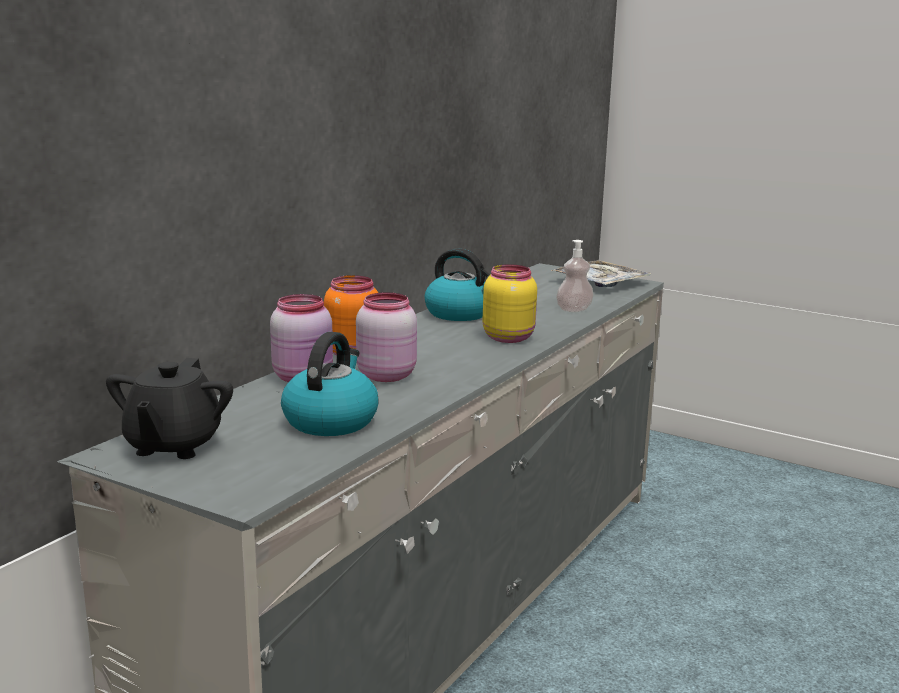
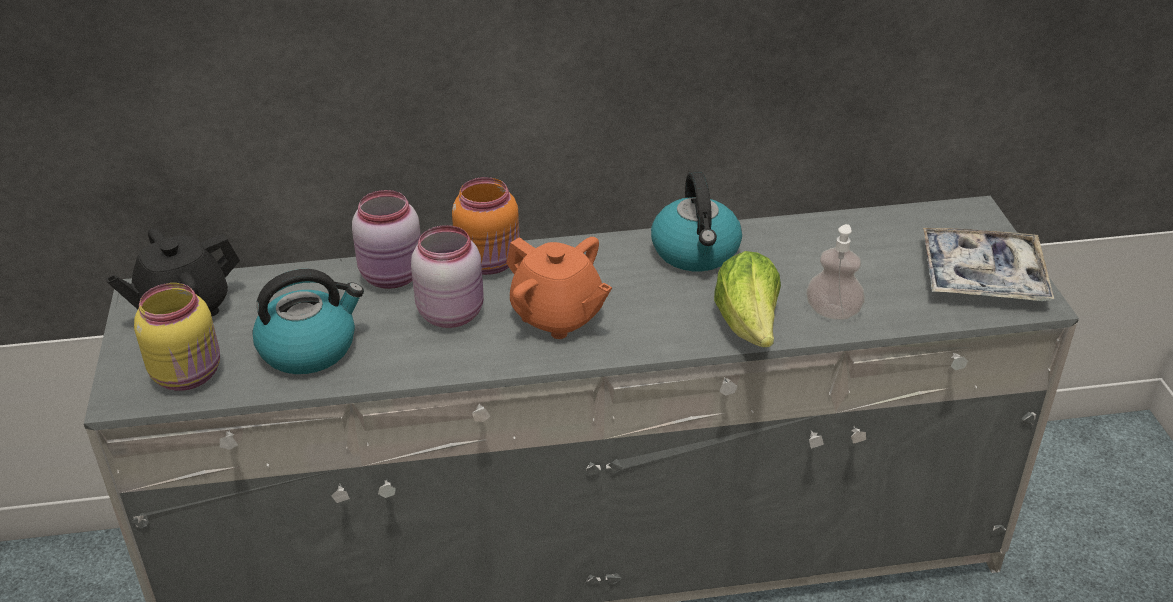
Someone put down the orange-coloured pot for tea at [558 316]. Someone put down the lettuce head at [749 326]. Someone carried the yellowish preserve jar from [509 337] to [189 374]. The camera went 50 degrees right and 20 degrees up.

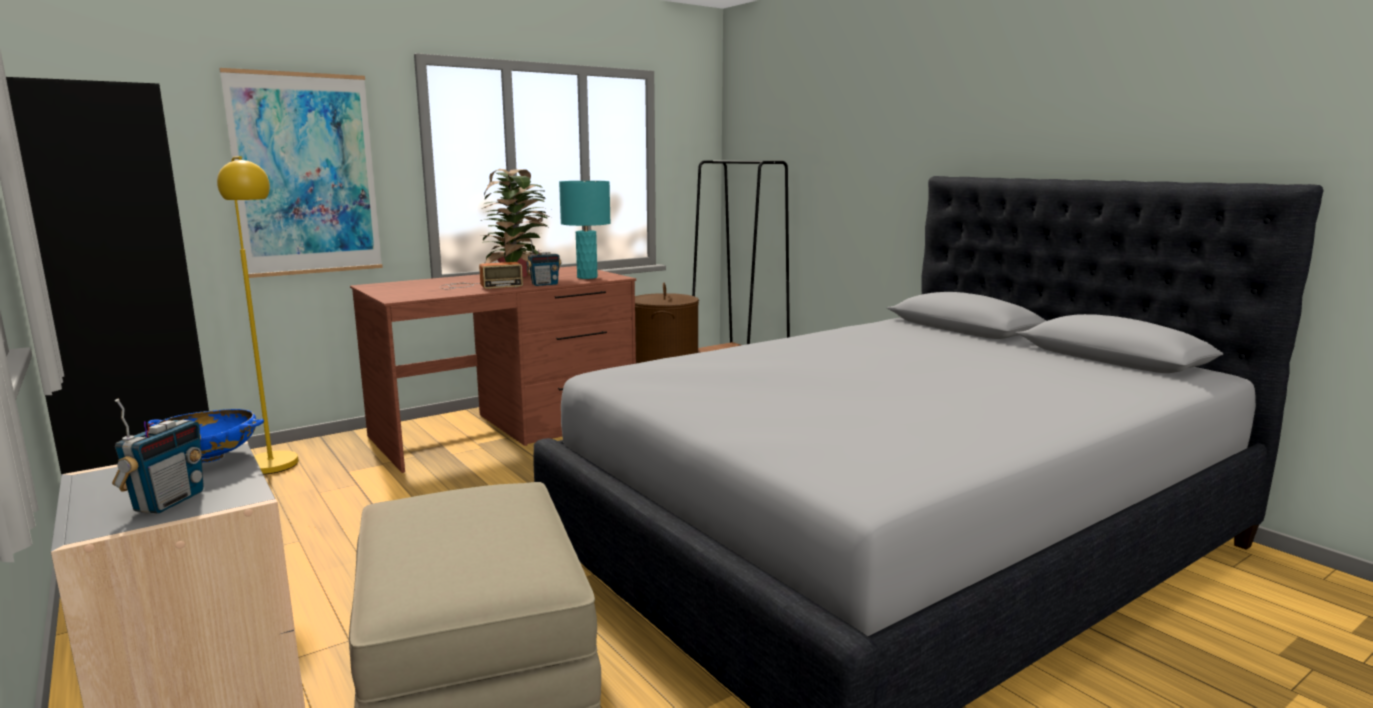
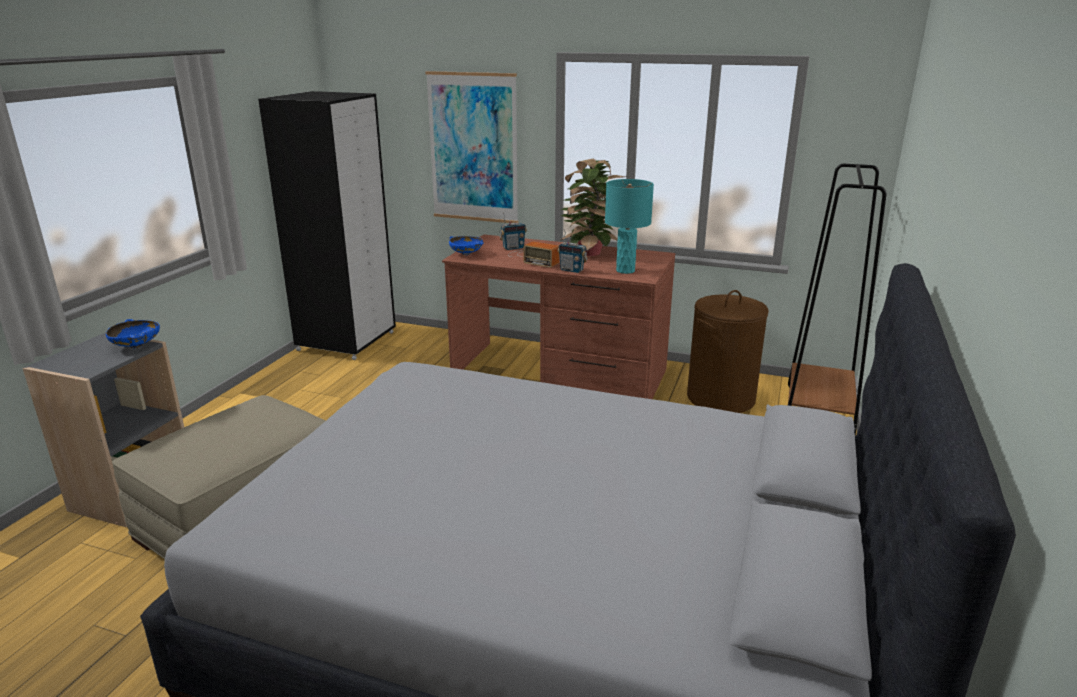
Someone took away the yellowish floor lamp at [276 470]. Someone put down the blue bowl at [466 253]. Someone carried the radio set from [168 502] to [513 248]. The camera went 55 degrees right and 10 degrees up.

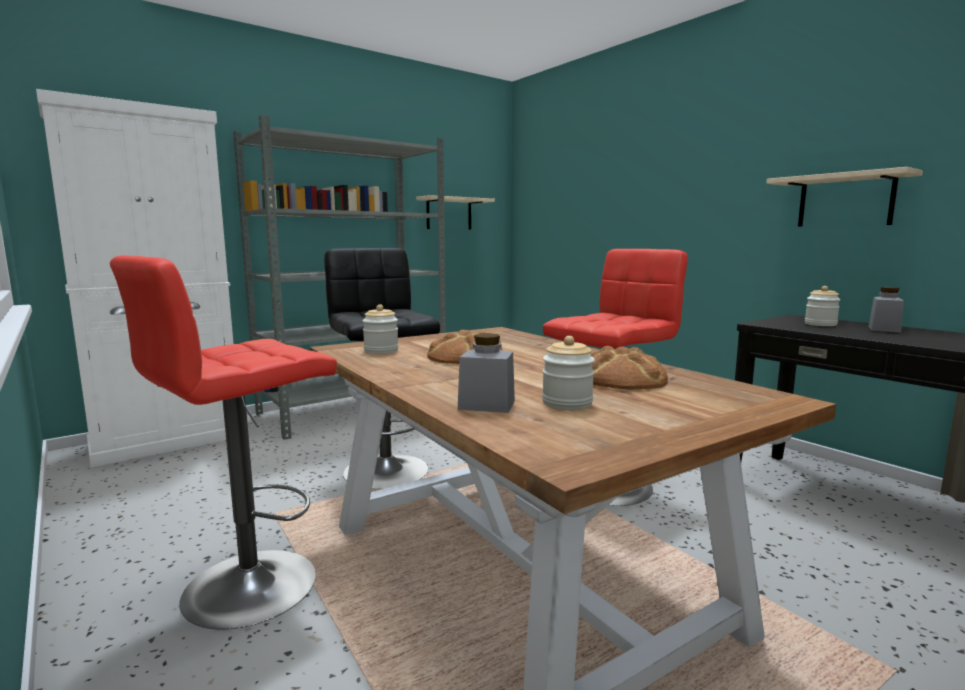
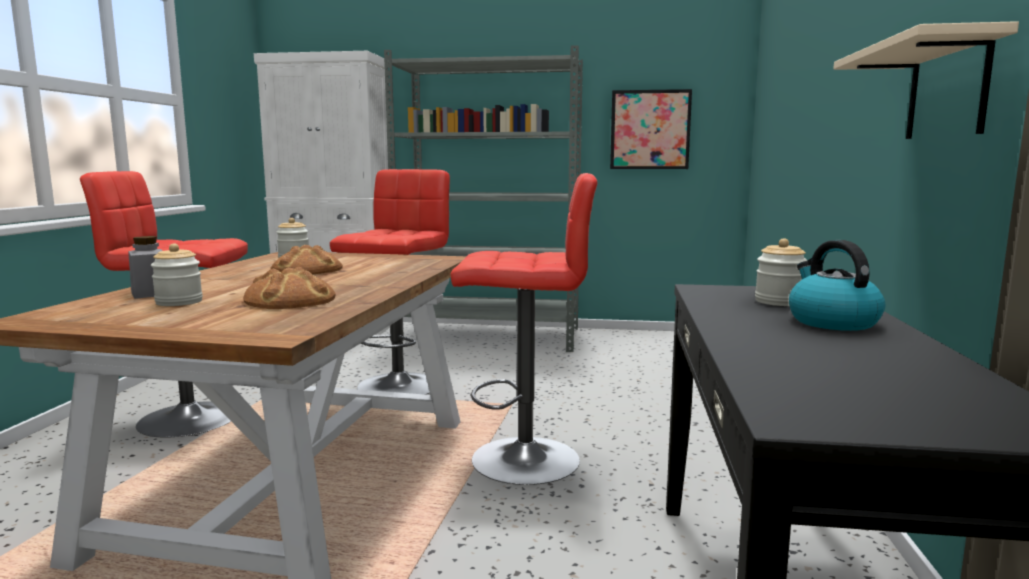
Someone swapped the beige-coloured wall shelf at [449 213] for the wall picture at [650 130]. Someone swapped the grey preserve jar at [884 329] for the tea kettle at [831 322]. Someone repainted the black sitting stool at [386 471], which became the red-coloured sitting stool at [399 386]. The camera went 45 degrees right and 0 degrees up.

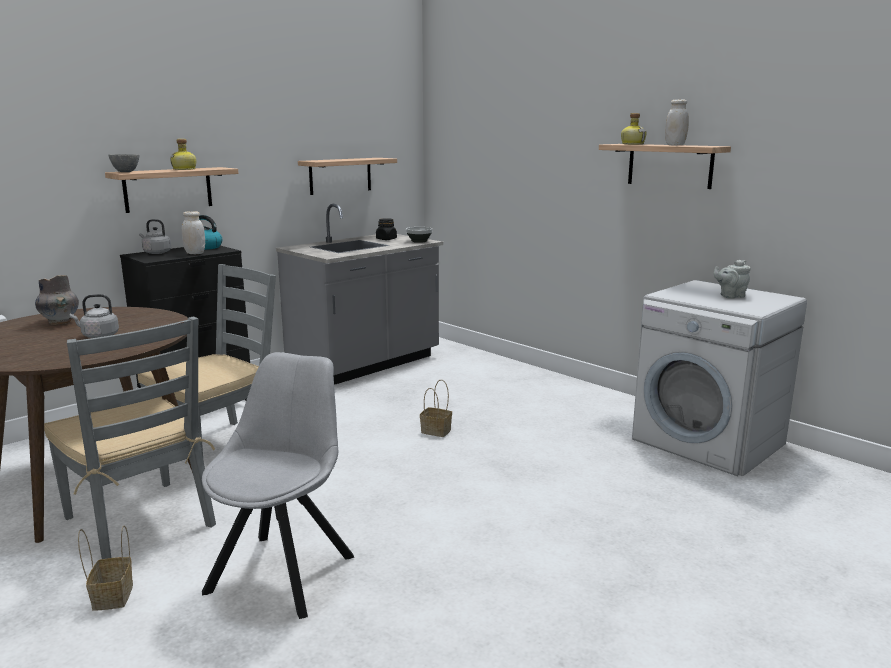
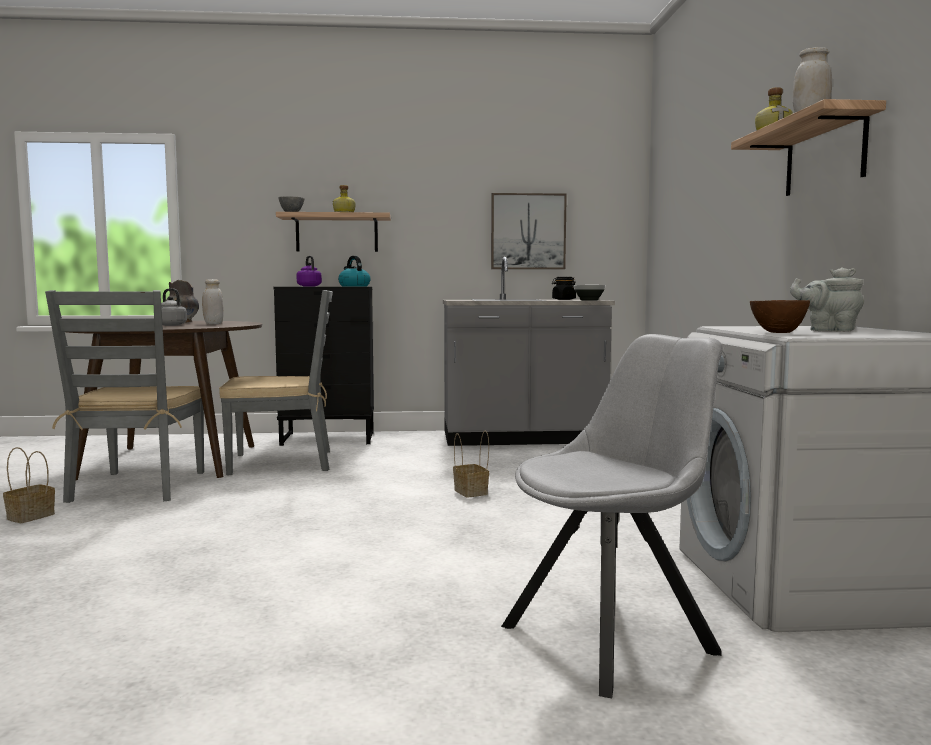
Someone put down the brownish bowl at [778 333]. Someone carried the whitish preserve jar from [195 253] to [213 324]. Someone carried the grey upright chair from [283 571] to [612 637]. Someone swapped the wall shelf at [340 175] for the wall picture at [528 231]. Someone repainted the grey tea kettle at [156 252], which became the purple tea kettle at [308 286]. The camera went 40 degrees right and 10 degrees down.

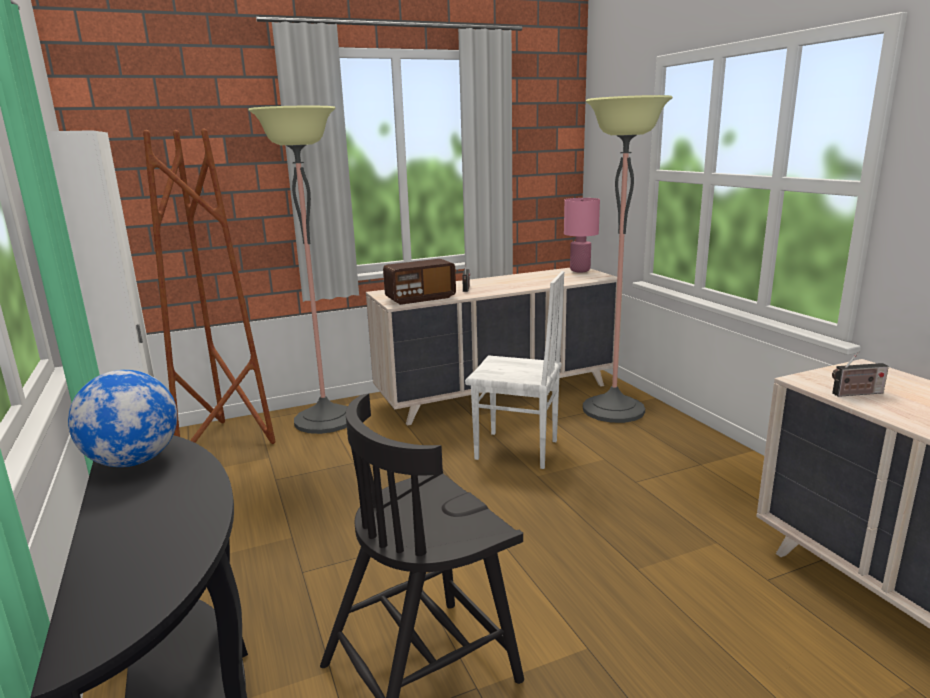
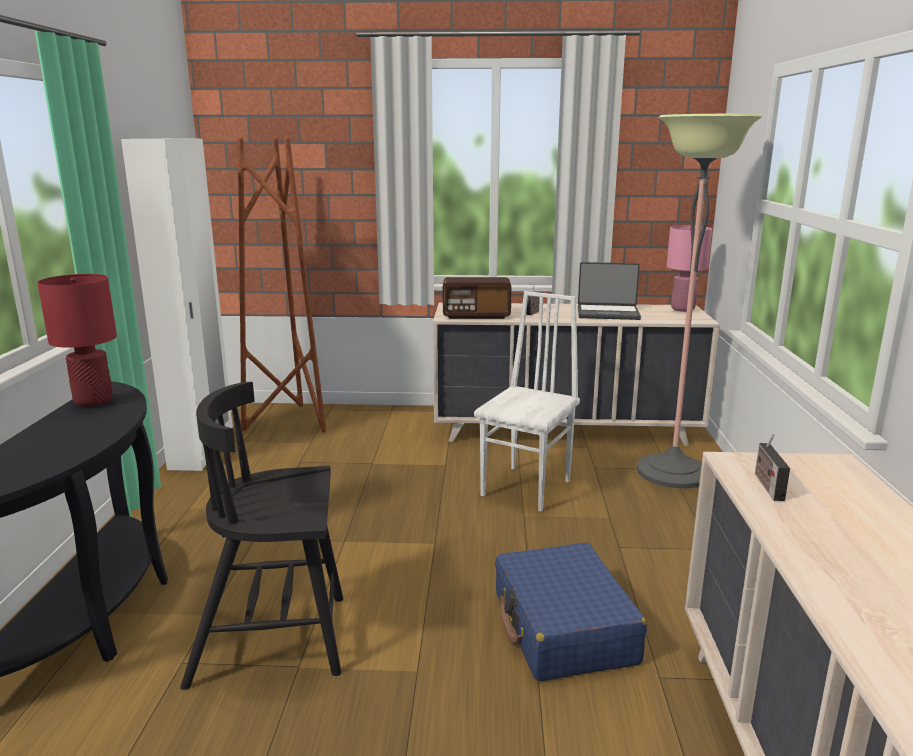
Someone took away the floor lamp at [325 420]. Someone put down the blue piece of luggage at [563 628]. Someone put down the portable computer at [608 313]. Someone swapped the world globe at [133 461] for the red-coloured table lamp at [94 403]. Someone rotated the whitish upright chair at [517 450] by 105 degrees counterclockwise. Someone rotated the radio set at [855 393] by 75 degrees clockwise. The camera went 25 degrees right and 0 degrees up.

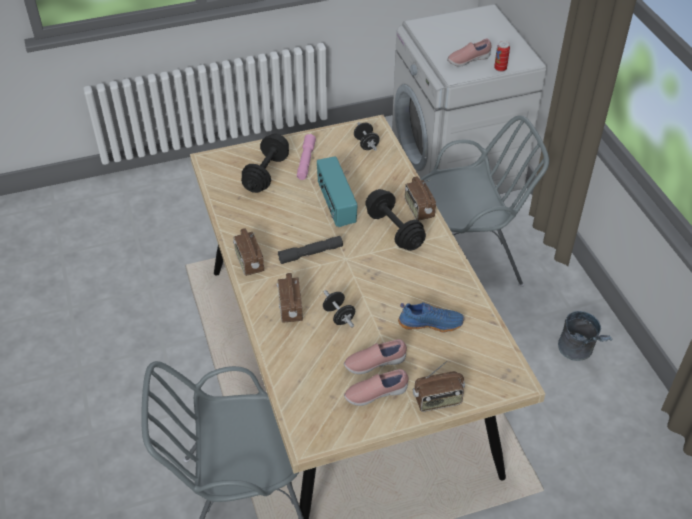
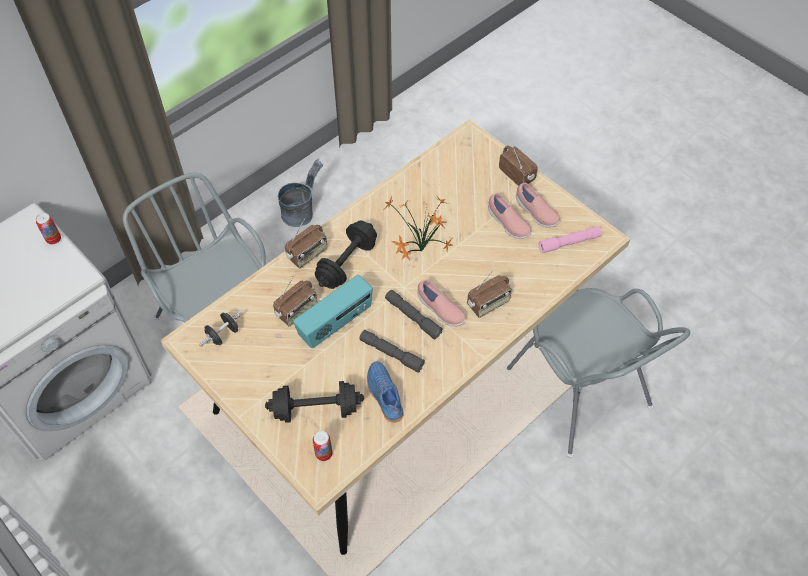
Someone took away the black hand weight at [339 316]. Someone put down the sealed can at [324 454]. Someone put down the grey torch at [391 353]. Someone put down the plant in a pot at [419 252]. Someone carried the radio set from [249 263] to [297 311]. Someone carried the pink-coloured torch from [306 161] to [569 243]. Someone carried the blue low shoe from [430 322] to [384 395]. Someone carried the pink-coloured low shoe from [468 60] to [440 310]. The camera went 115 degrees left and 10 degrees up.

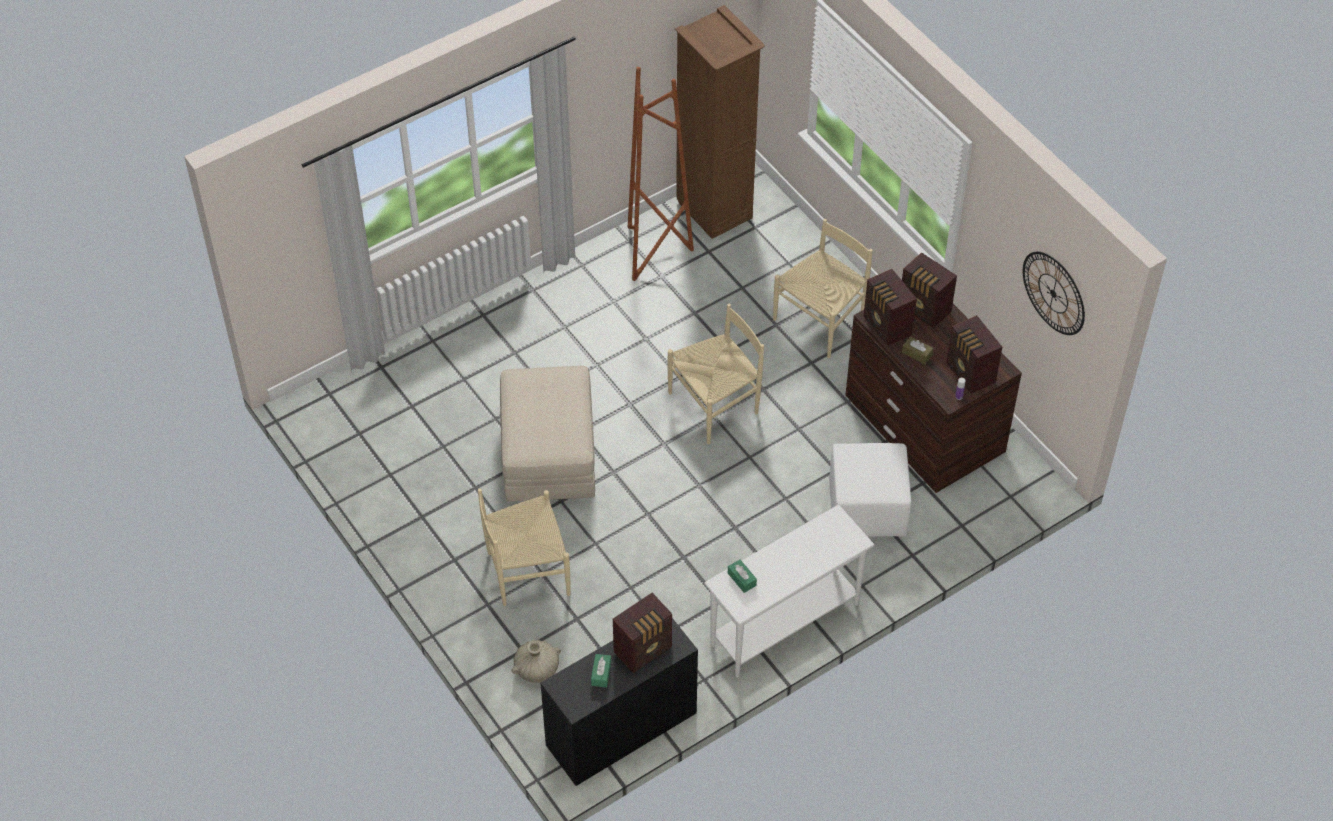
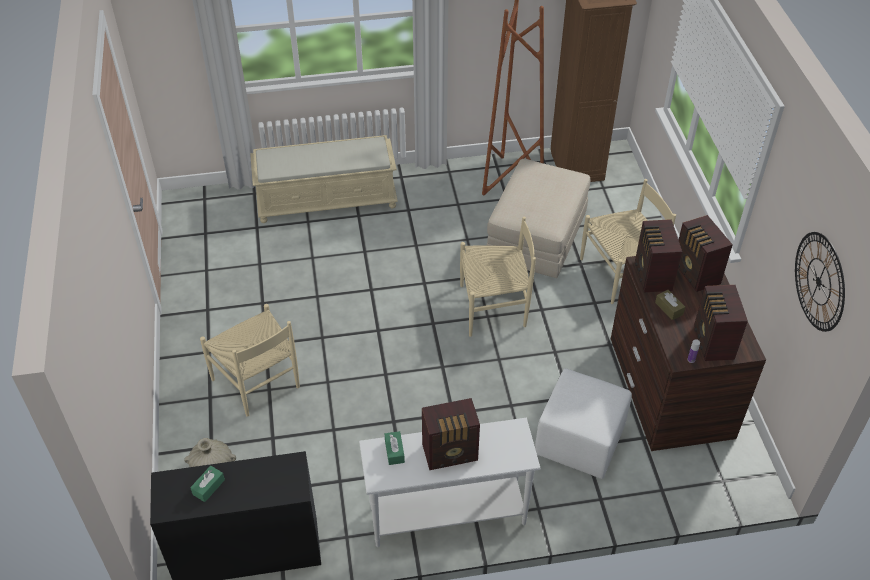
Someone put down the beige-coloured bench at [327 200]. Someone carried the beige-coloured footrest from [548 452] to [536 236]. Someone carried the radio set from [644 649] to [451 453]. Someone rotated the beige-coloured upright chair at [527 571] by 135 degrees counterclockwise. The camera went 25 degrees right and 5 degrees down.

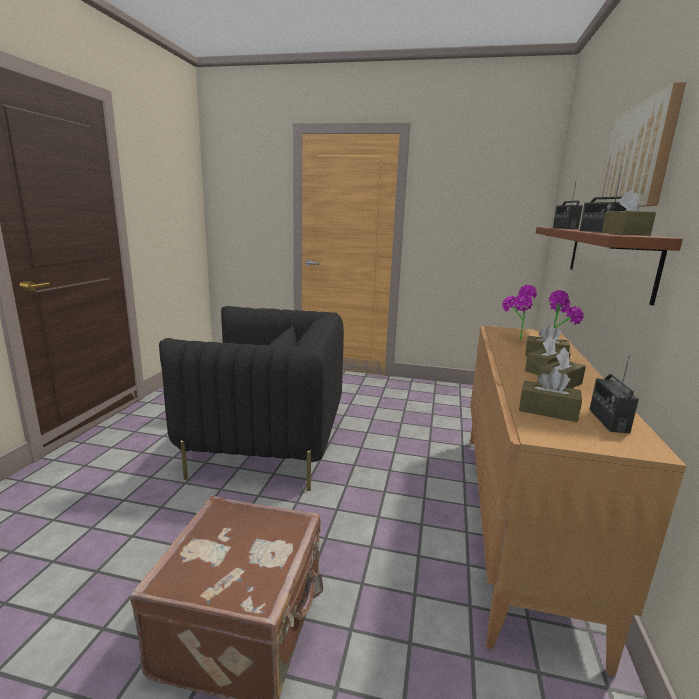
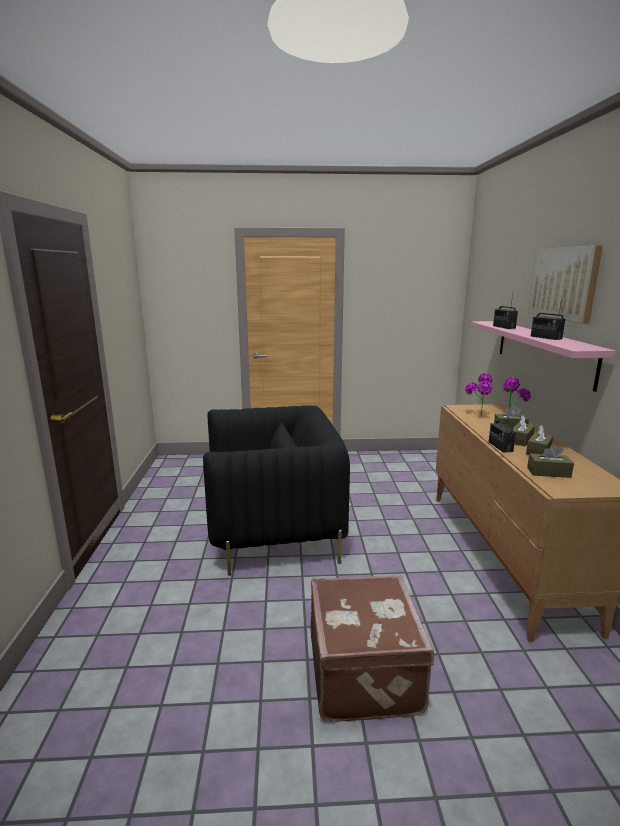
Someone took away the brownish tissue holder at [624 234]. Someone carried the radio set from [608 420] to [500 447]. Someone repainted the brownish wall shelf at [607 257], which became the pink-coloured wall shelf at [542 351]. The camera went 15 degrees left and 0 degrees up.

